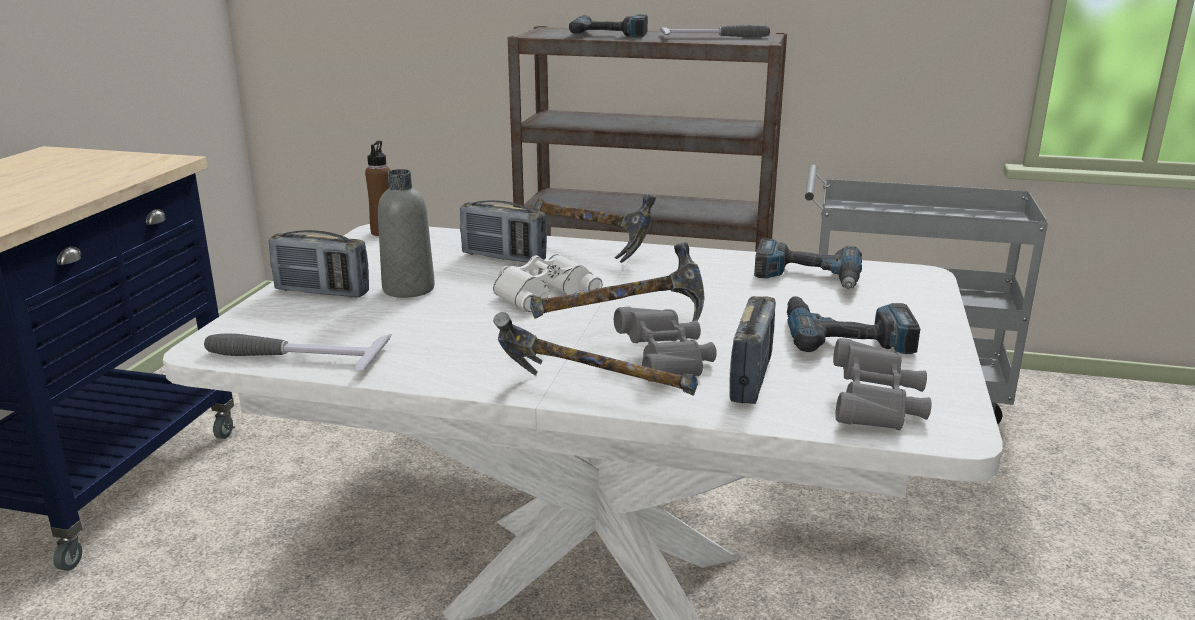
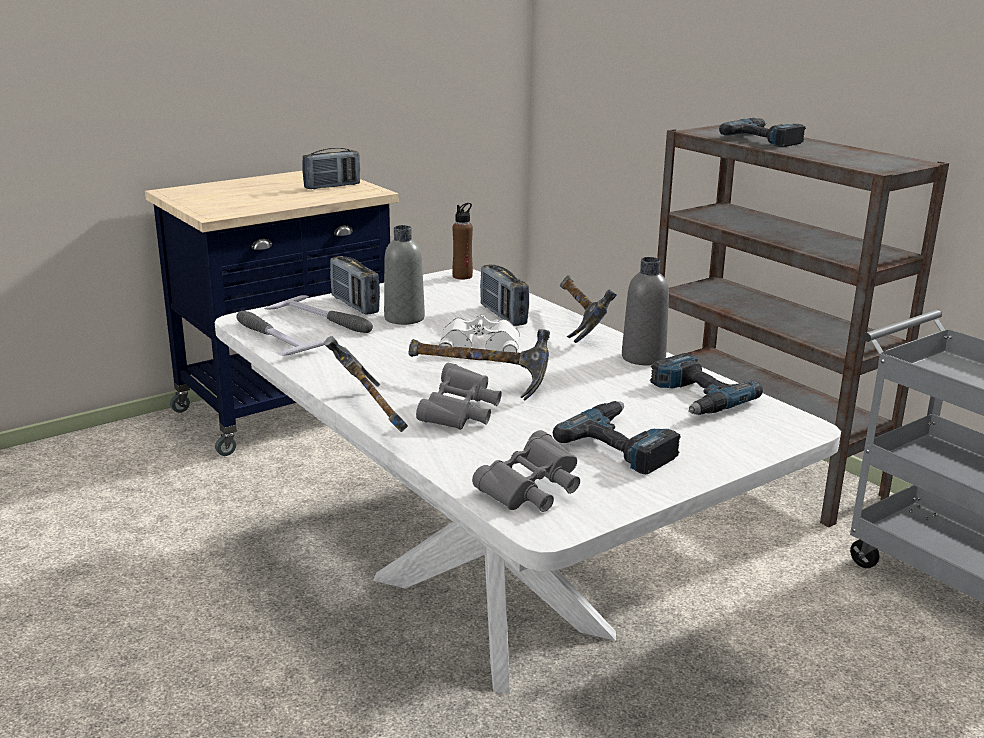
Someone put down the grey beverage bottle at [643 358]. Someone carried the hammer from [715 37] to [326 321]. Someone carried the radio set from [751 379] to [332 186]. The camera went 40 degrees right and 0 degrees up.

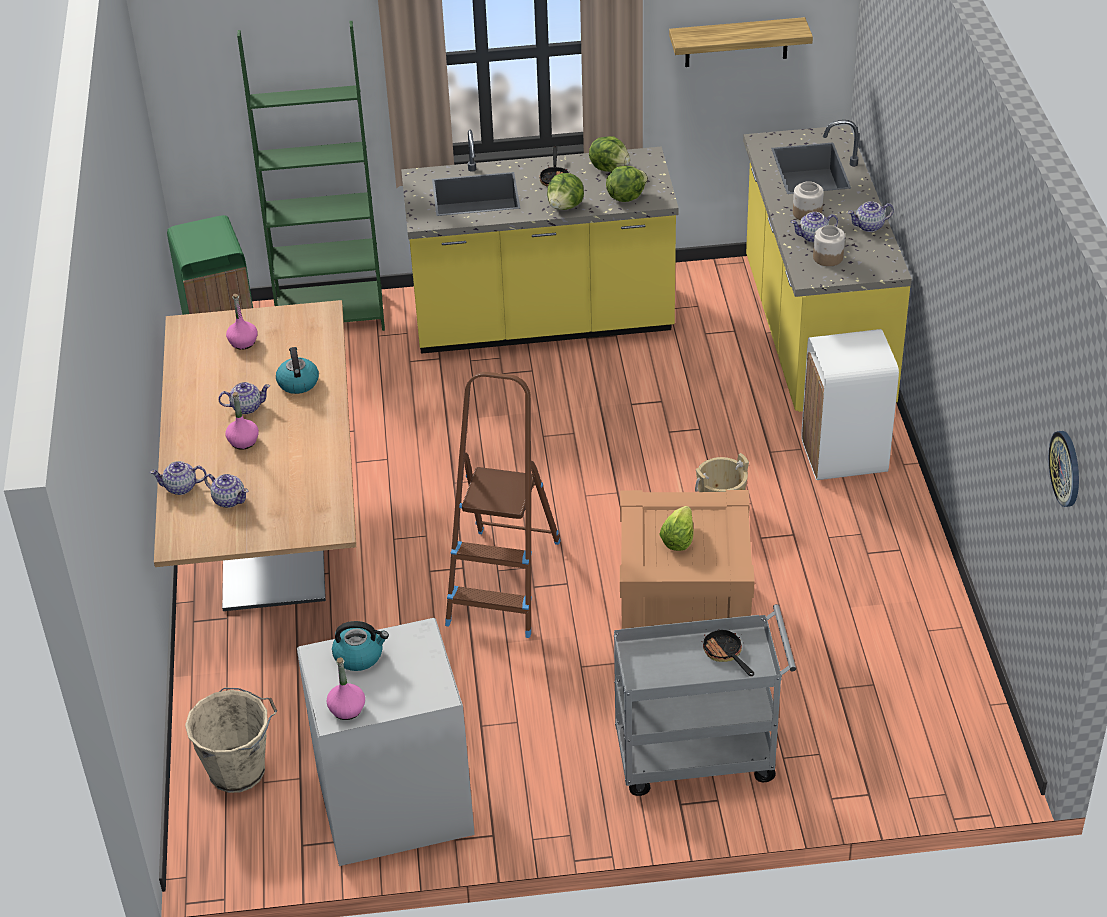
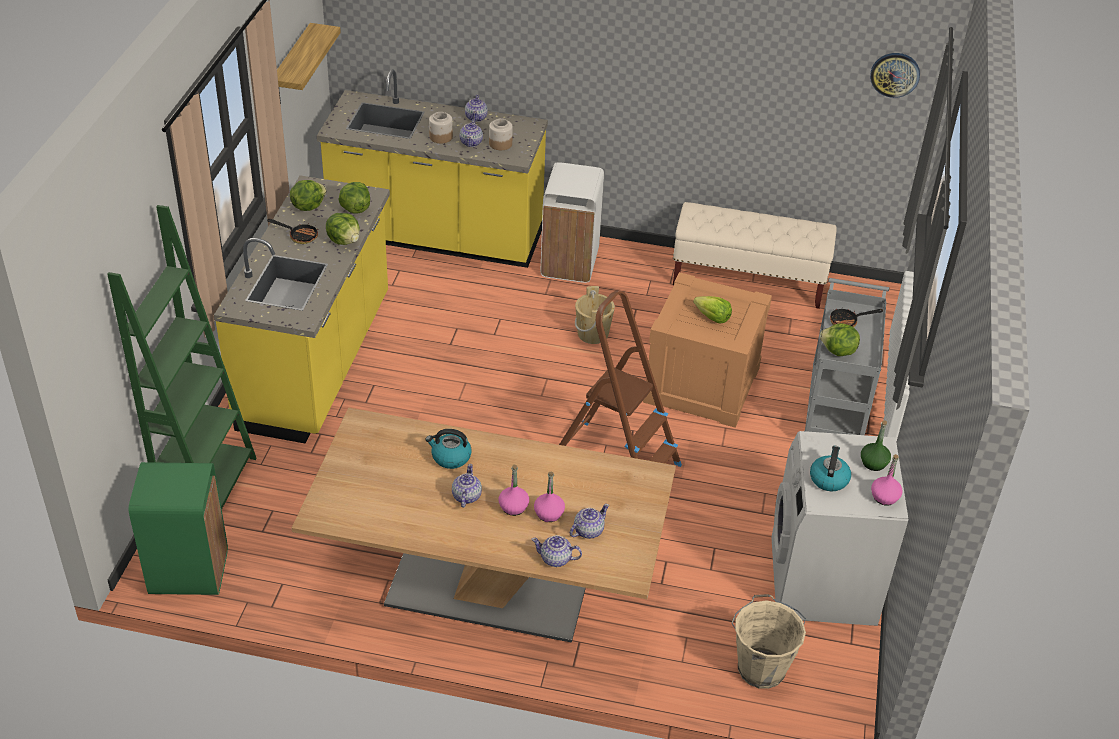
Someone put down the beige-coloured bench at [748 281]. Someone put down the lettuce head at [838 351]. Someone put down the greenish beverage bottle at [873 463]. Someone carried the pink-coloured beverage bottle from [243 342] to [549 514]. Someone rotated the pot for tea at [181 487] by 90 degrees clockwise. The camera went 75 degrees left and 0 degrees up.

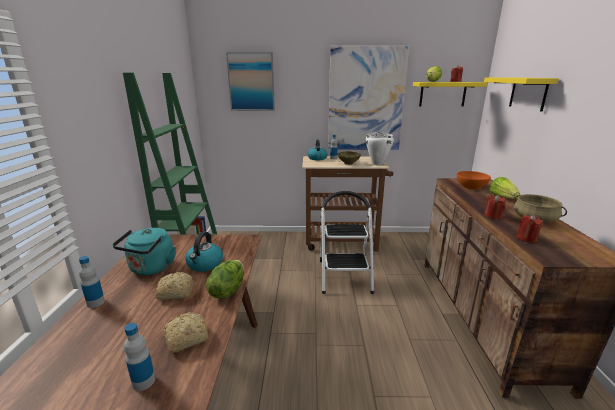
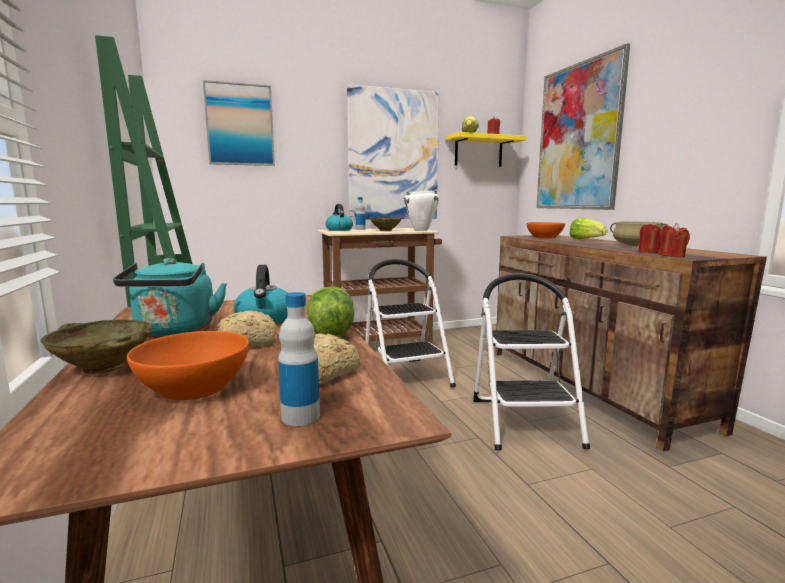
Someone put down the orange-coloured bowl at [193 387]. Someone put down the step ladder at [524 421]. Someone carried the red-coloured wax candle from [492 216] to [672 256]. Someone swapped the beverage bottle at [96 302] for the beige-coloured bowl at [104 367]. Someone swapped the yellowish wall shelf at [528 93] for the wall picture at [578 137]. The camera went 20 degrees left and 10 degrees down.

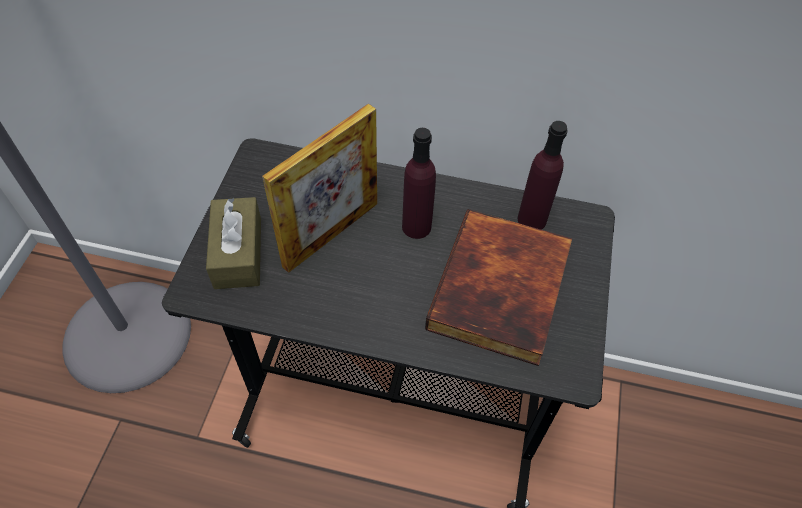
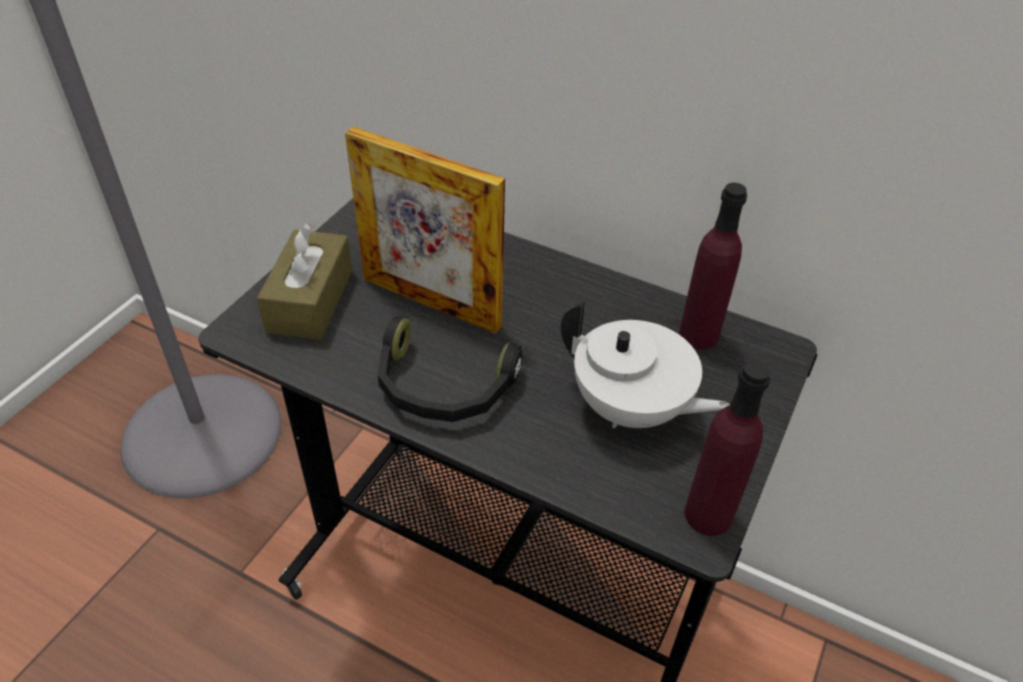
Someone put down the black headset at [442 388]. Someone carried the purple beverage bottle from [416 226] to [708 515]. Someone swapped the bound book at [502 291] for the whitish pot for tea at [631 409]. Someone rotated the photo frame at [331 234] by 60 degrees clockwise. The camera went 15 degrees right and 10 degrees down.

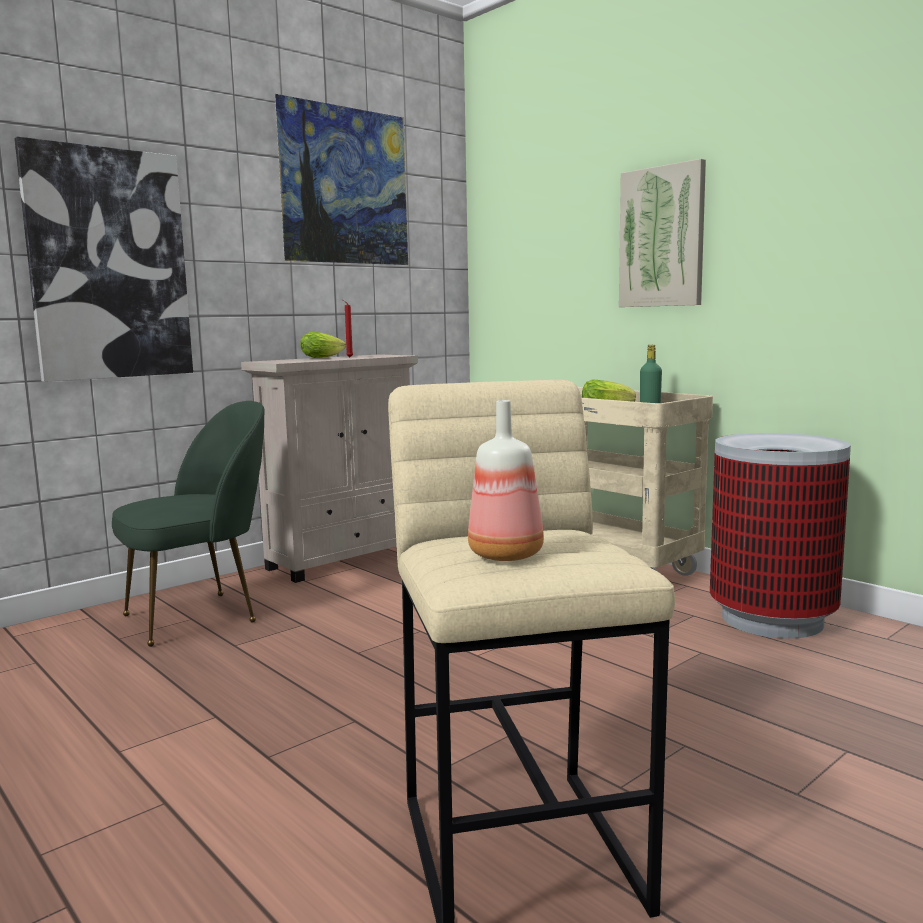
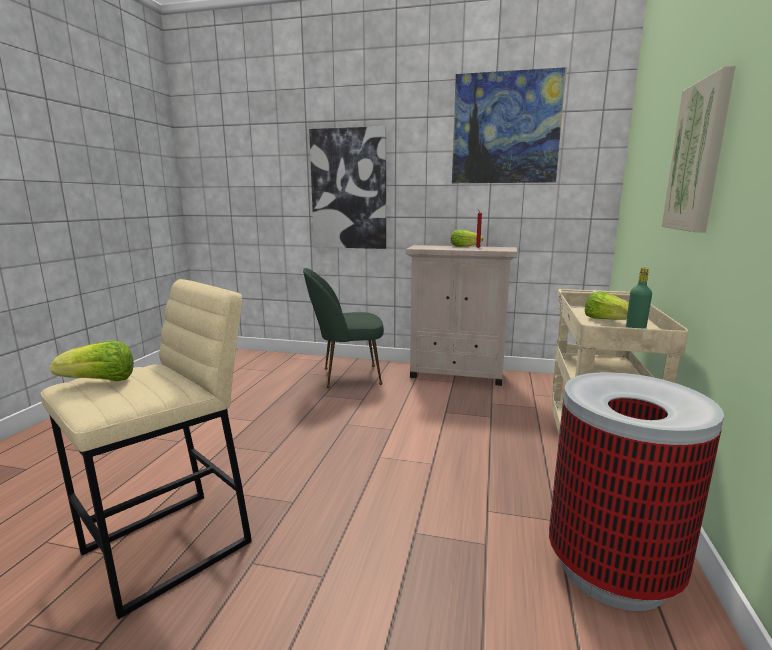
Someone swapped the beverage bottle at [508 554] for the lettuce head at [100 381]. Someone rotated the greenish upright chair at [201 616] by 150 degrees clockwise. The camera went 55 degrees right and 5 degrees up.

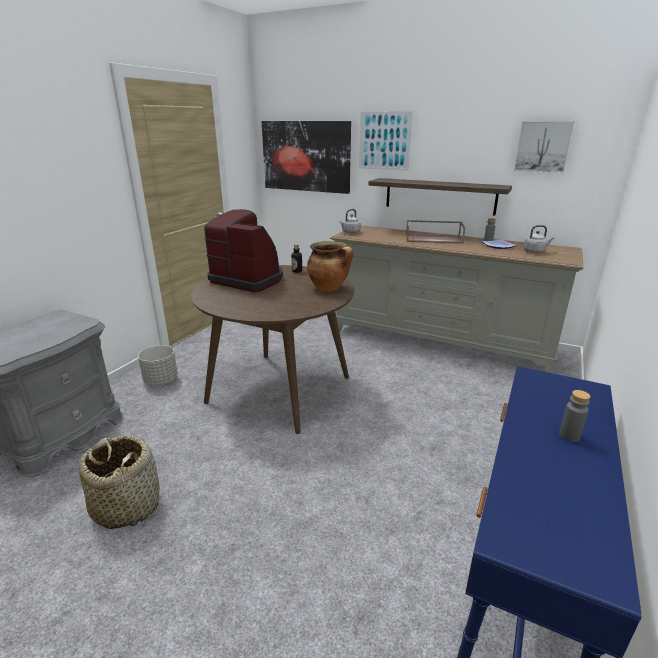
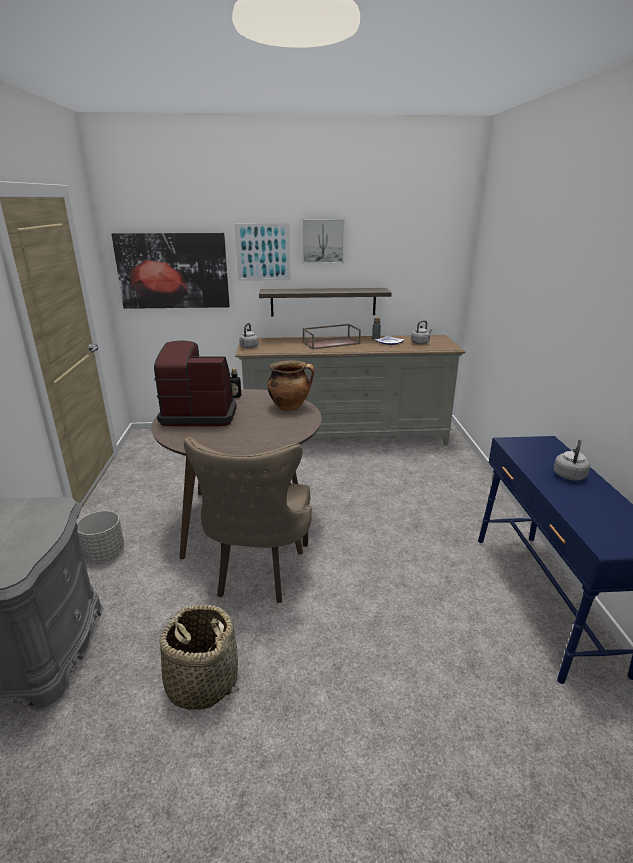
Someone put down the beige-coloured upright chair at [259 570]. Someone carried the wall picture from [543 147] to [322 241]. Someone swapped the grey beverage bottle at [569 435] for the grey tea kettle at [569 475]. The camera went 30 degrees left and 0 degrees up.

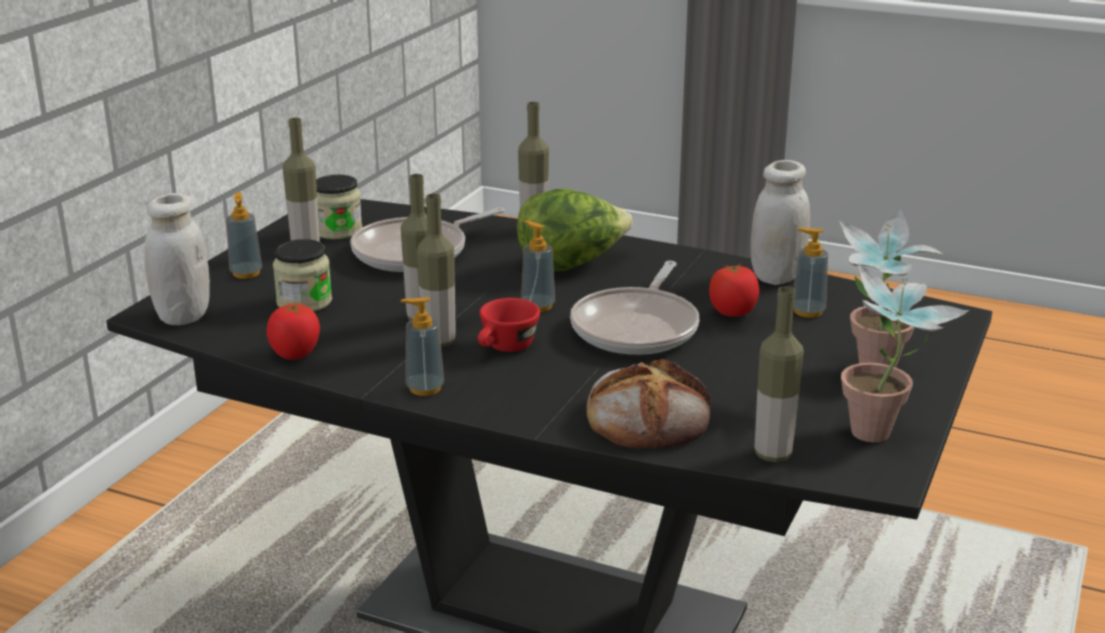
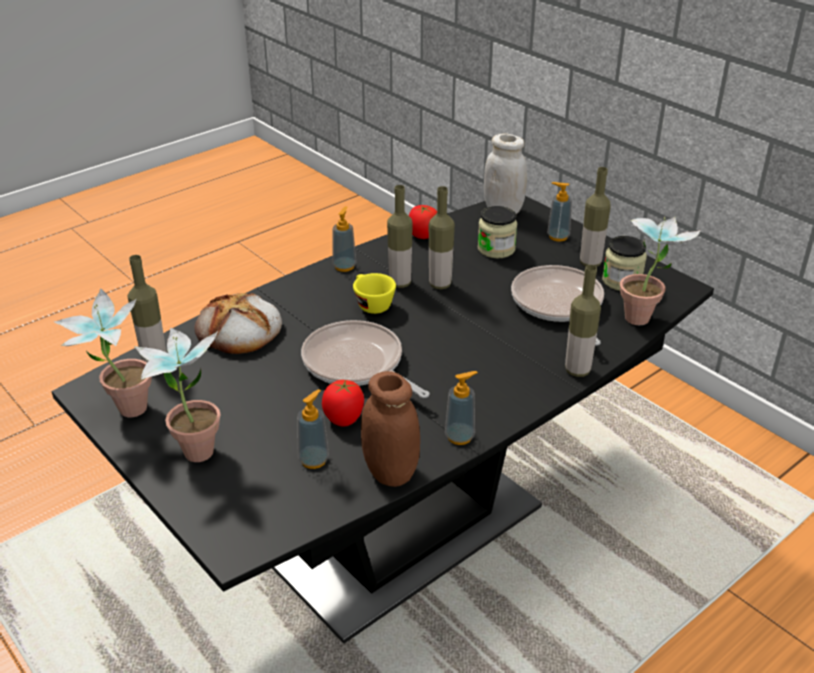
Someone took away the lettuce head at [571 264]. Someone put down the plant in a pot at [645 316]. Someone carried the soap bottle from [538 306] to [459 436]. Someone repainted the red-coloured small cup at [505 348], which became the yellowish small cup at [371 304]. Someone repainted the whitish preserve jar at [777 276], which became the brownish preserve jar at [390 472]. The camera went 115 degrees right and 10 degrees up.

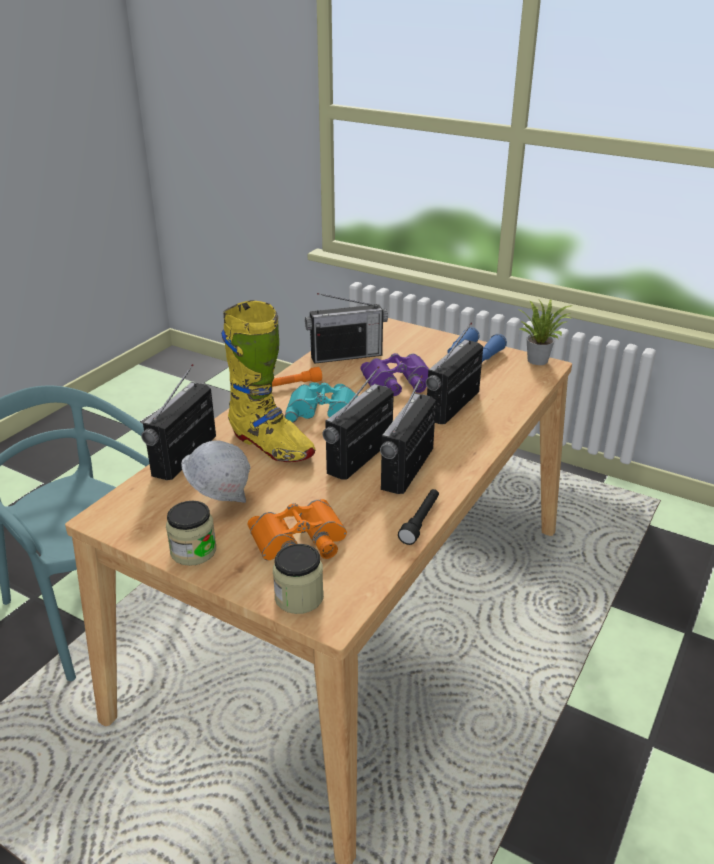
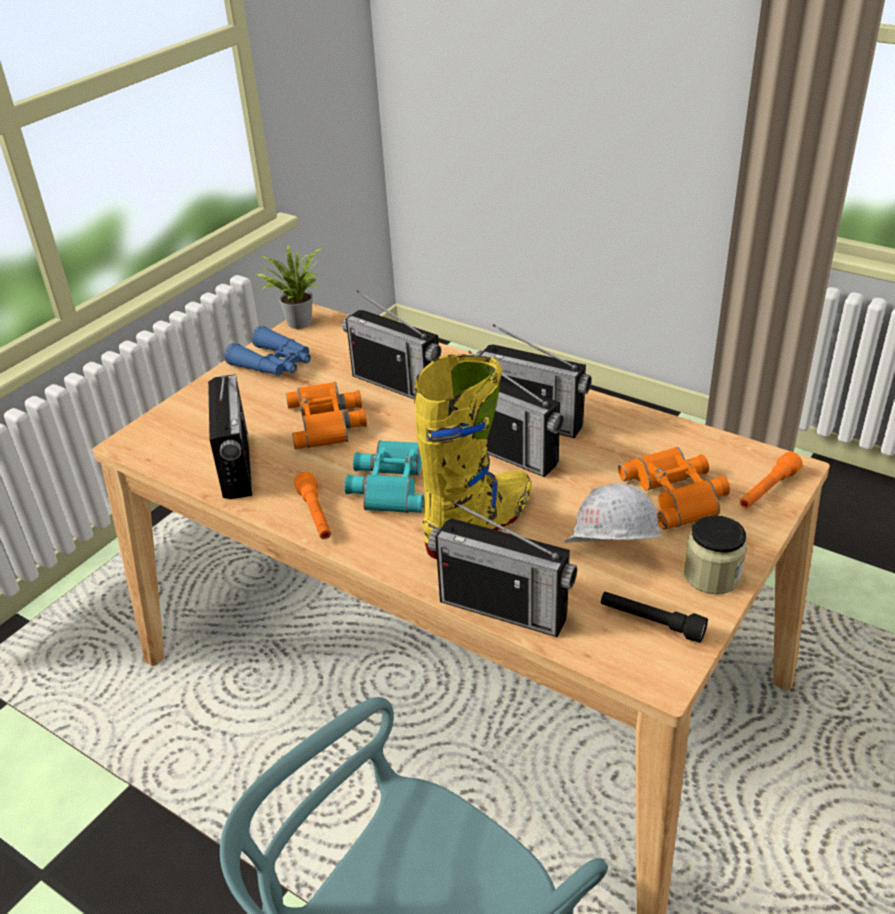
Someone carried the black torch from [420 522] to [651 623]. Someone swapped the preserve jar at [299 597] for the orange-coloured torch at [767 490]. Someone repainted the purple pair of binoculars at [398 382], which became the orange-coloured pair of binoculars at [328 422]. The camera went 85 degrees left and 5 degrees up.

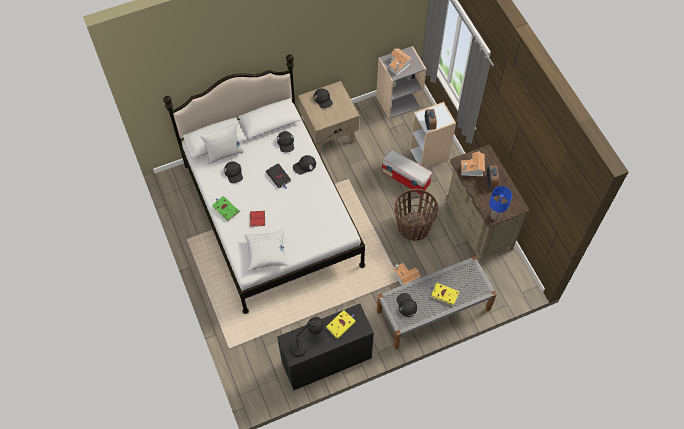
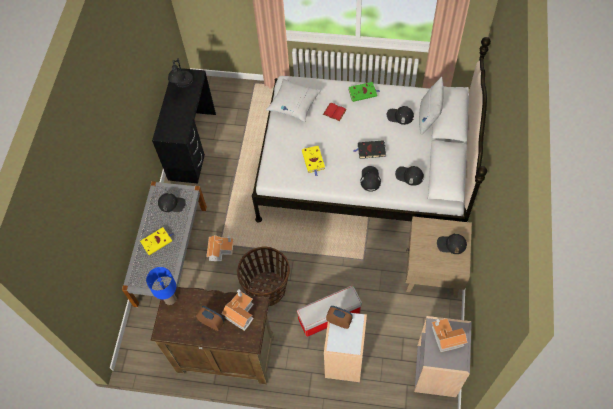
Someone carried the yellowish bound book from [341 324] to [313 161]. The camera went 125 degrees right and 0 degrees up.

